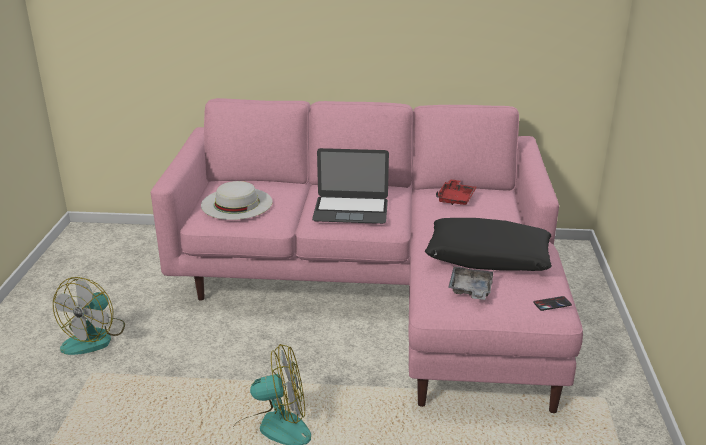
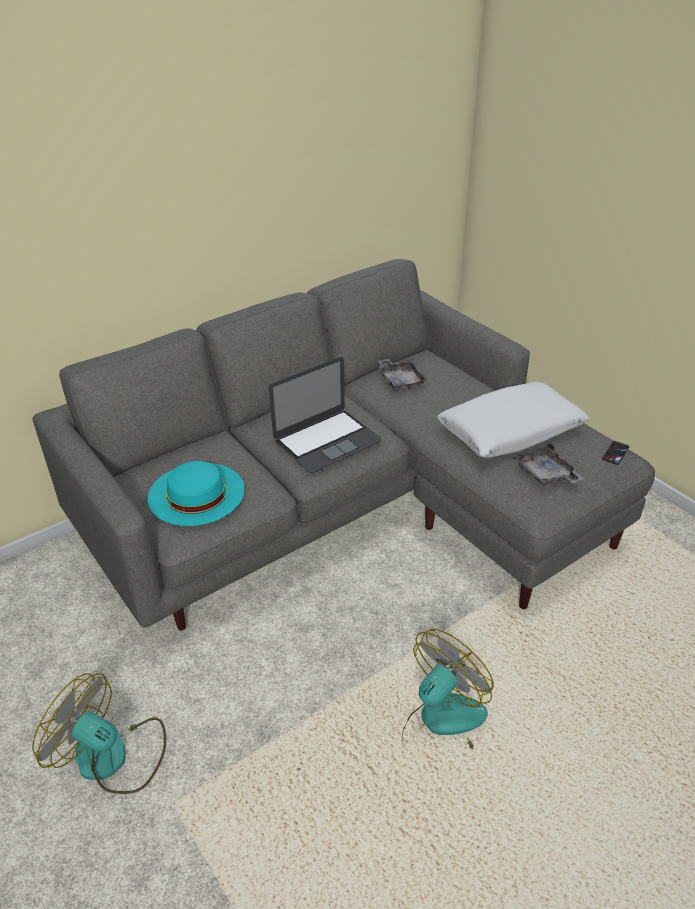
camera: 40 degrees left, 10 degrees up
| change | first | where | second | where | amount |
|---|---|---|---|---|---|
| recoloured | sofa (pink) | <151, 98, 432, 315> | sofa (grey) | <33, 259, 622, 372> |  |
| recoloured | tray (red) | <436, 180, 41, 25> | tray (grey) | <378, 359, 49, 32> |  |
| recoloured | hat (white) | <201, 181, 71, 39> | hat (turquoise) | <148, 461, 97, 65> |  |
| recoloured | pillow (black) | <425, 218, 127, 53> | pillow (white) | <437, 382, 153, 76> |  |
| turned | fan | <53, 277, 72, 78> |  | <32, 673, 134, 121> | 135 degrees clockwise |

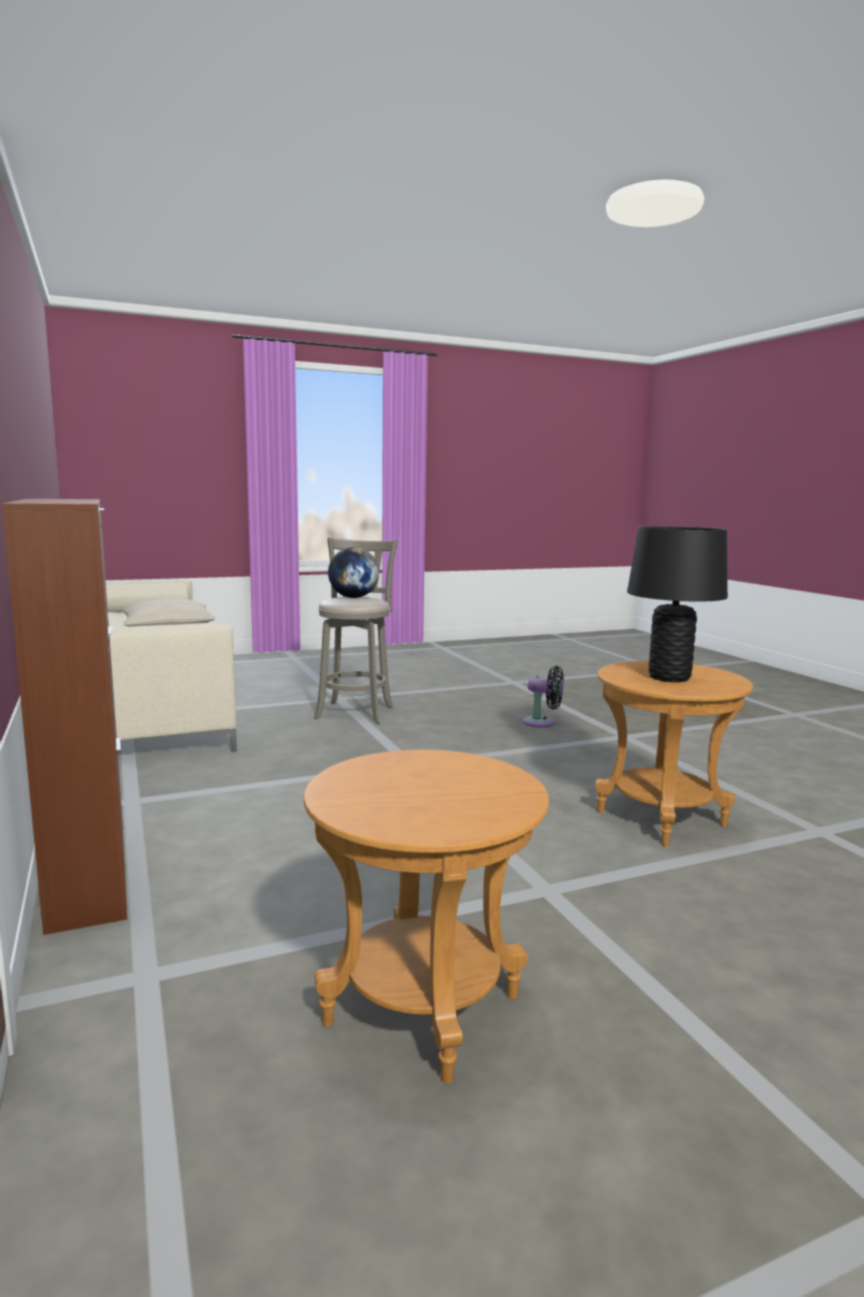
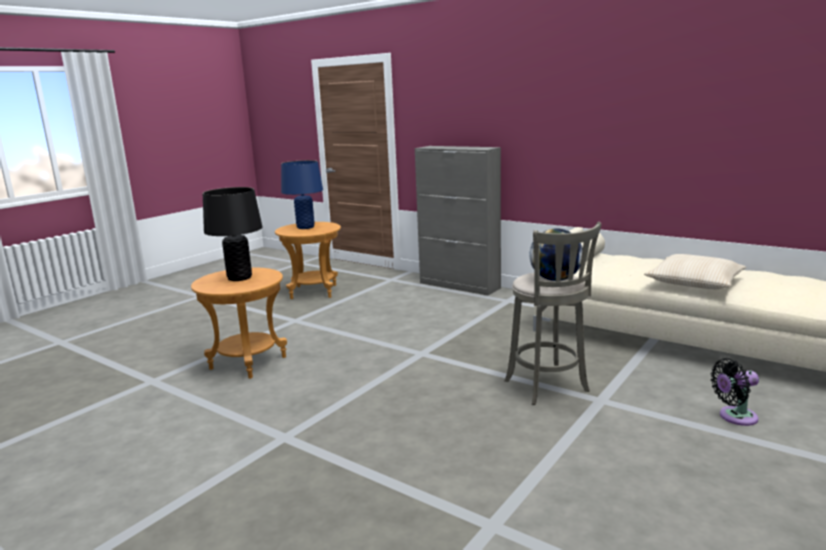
camera: 150 degrees right, 5 degrees up
| change | first | where | second | where | amount |
|---|---|---|---|---|---|
| recoloured | cabinet (brown) | <2, 499, 125, 436> | cabinet (grey) | <415, 146, 86, 149> |  |
| moved | fan (black) | <523, 666, 41, 62> |  | <711, 358, 48, 68> |  |
| added |  |  | table lamp (blue) | <281, 160, 42, 69> |  |

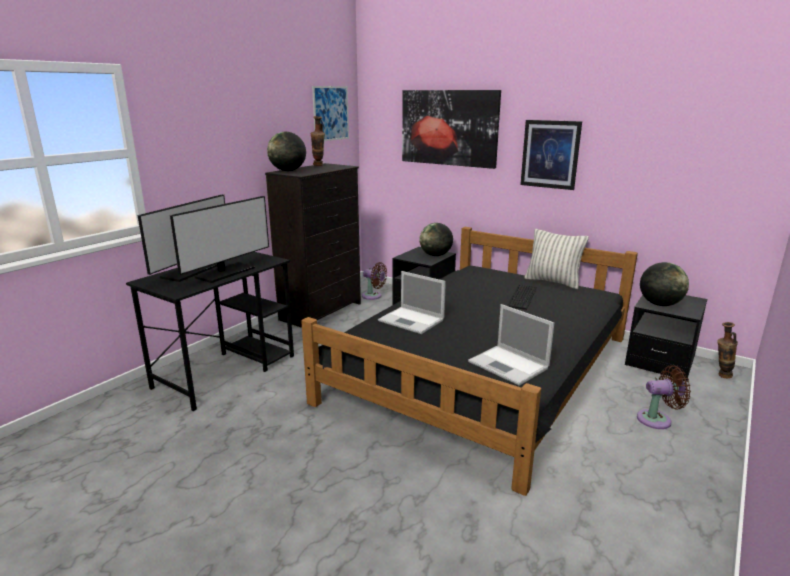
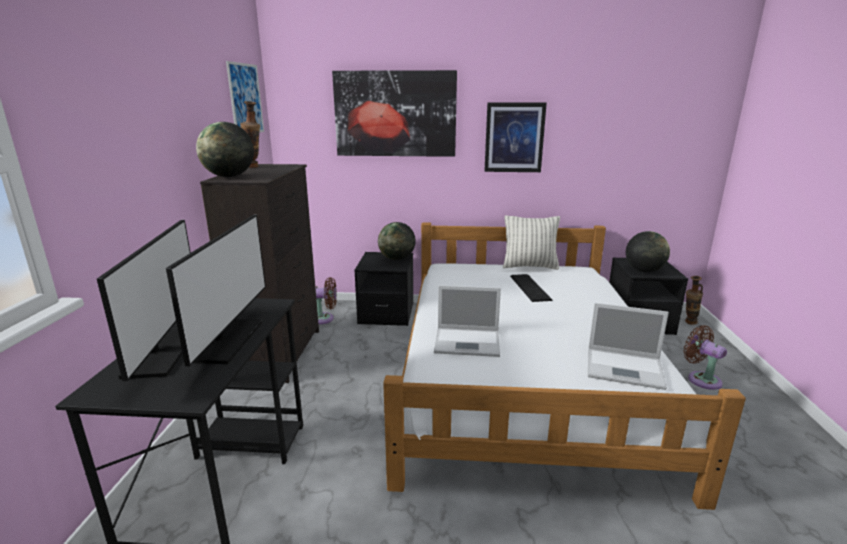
camera: 30 degrees left, 0 degrees up
| change | first | where | second | where | amount |
|---|---|---|---|---|---|
| recoloured | bed (black) | <301, 227, 337, 269> | bed (white) | <383, 222, 363, 288> |  |
| turned | fan (brown) | <637, 365, 54, 64> |  | <684, 325, 43, 65> | 90 degrees counterclockwise |

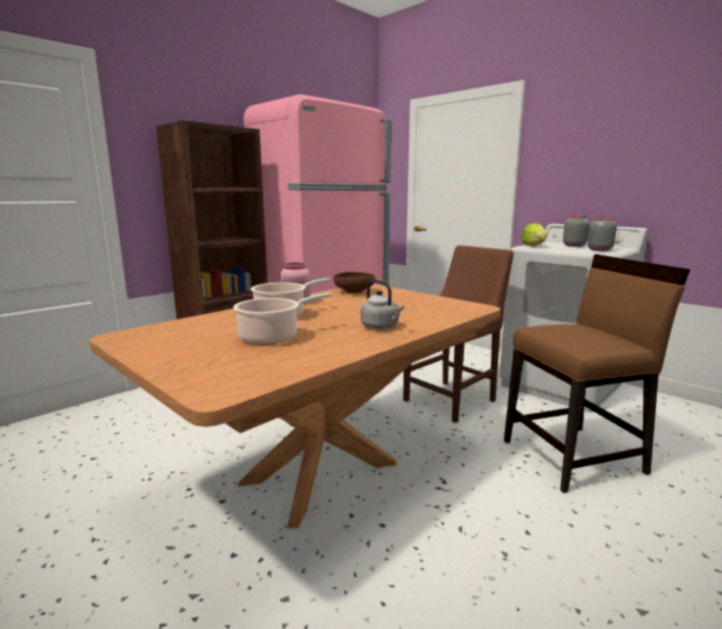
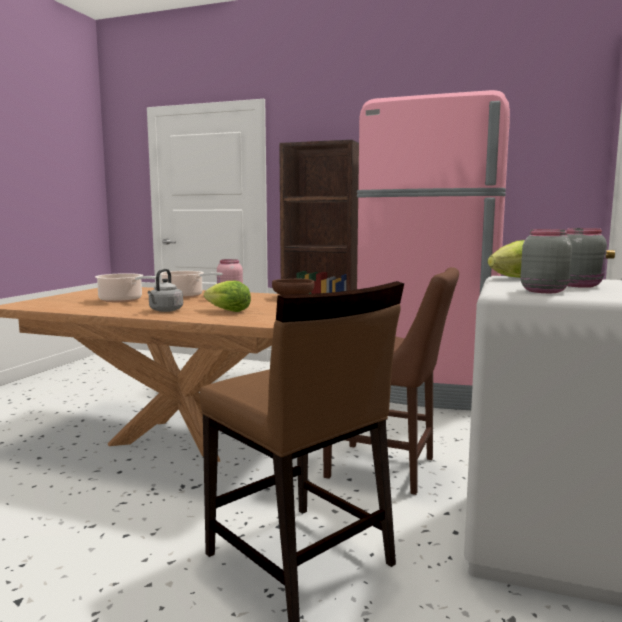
camera: 65 degrees right, 5 degrees down
| change | first | where | second | where | amount |
|---|---|---|---|---|---|
| added |  |  | lettuce | <204, 281, 47, 31> |  |

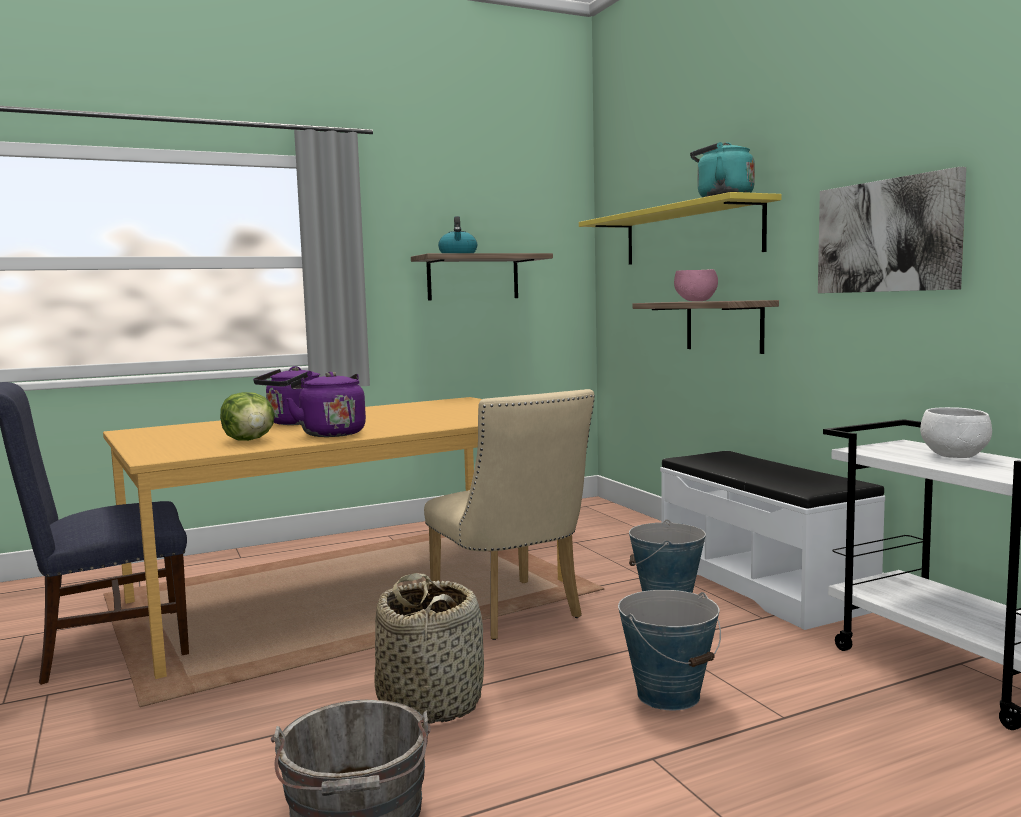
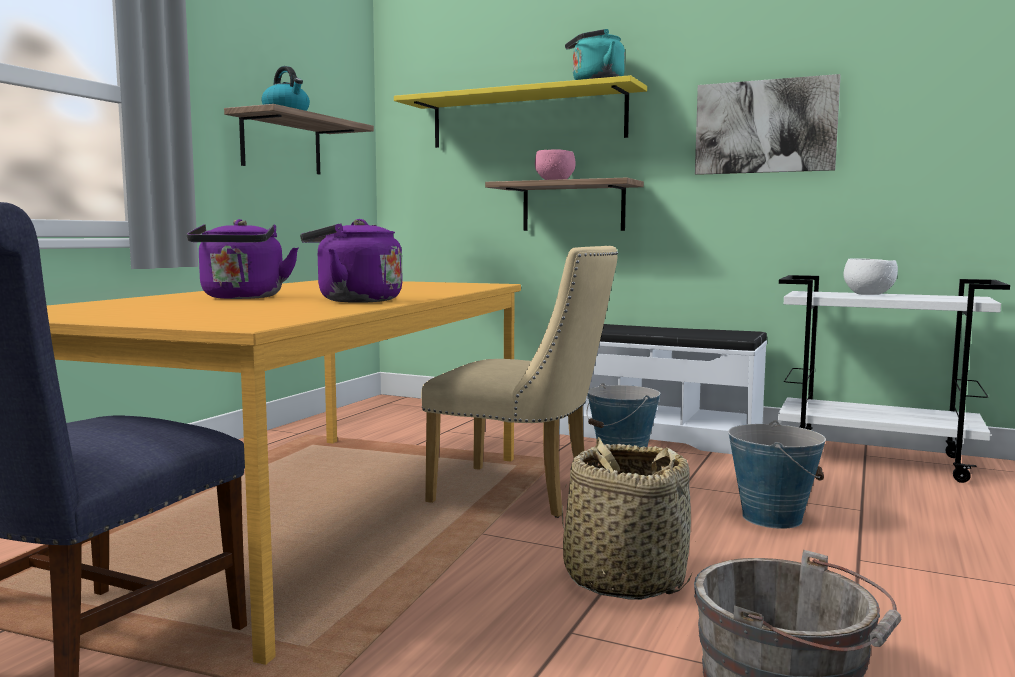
camera: 40 degrees left, 0 degrees up
| change | first | where | second | where | amount |
|---|---|---|---|---|---|
| removed | lettuce | <220, 392, 55, 49> |  |  |  |

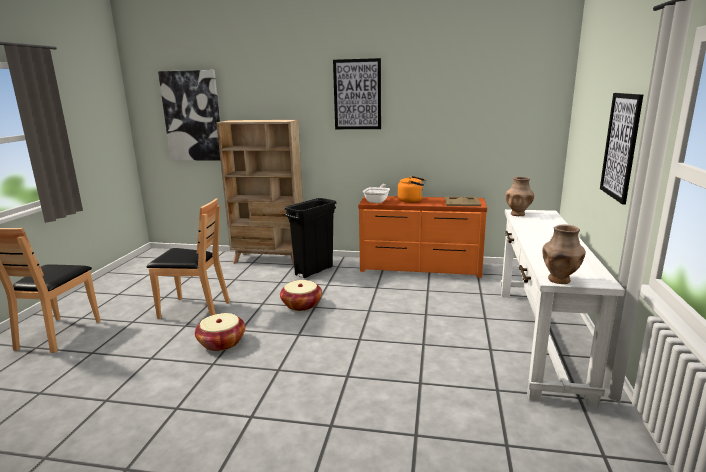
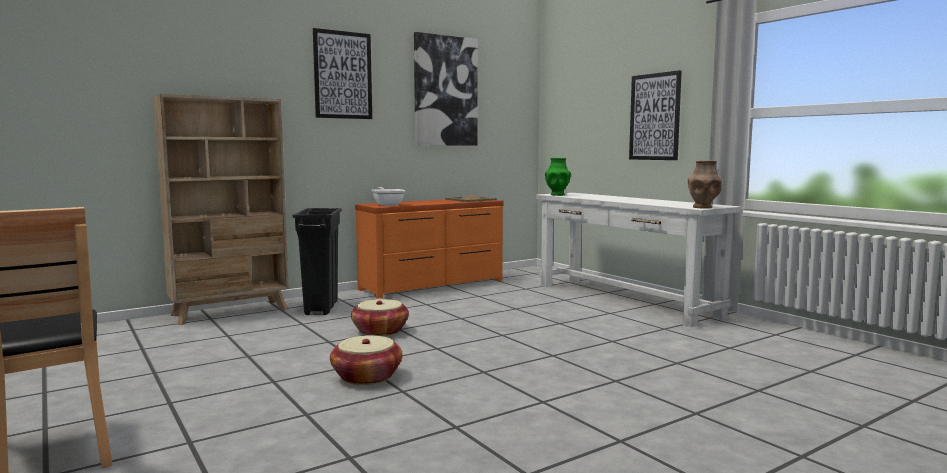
camera: 45 degrees left, 10 degrees down
| change | first | where | second | where | amount |
|---|---|---|---|---|---|
| moved | picture | <158, 70, 62, 91> |  | <414, 32, 64, 114> |  |
| removed | kettle (orange) | <398, 176, 28, 27> |  |  |  |
| recoloured | vase (brown) | <506, 177, 28, 39> | vase (green) | <545, 158, 26, 38> |  |
| removed | chair (brown) | <147, 198, 83, 121> |  |  |  |

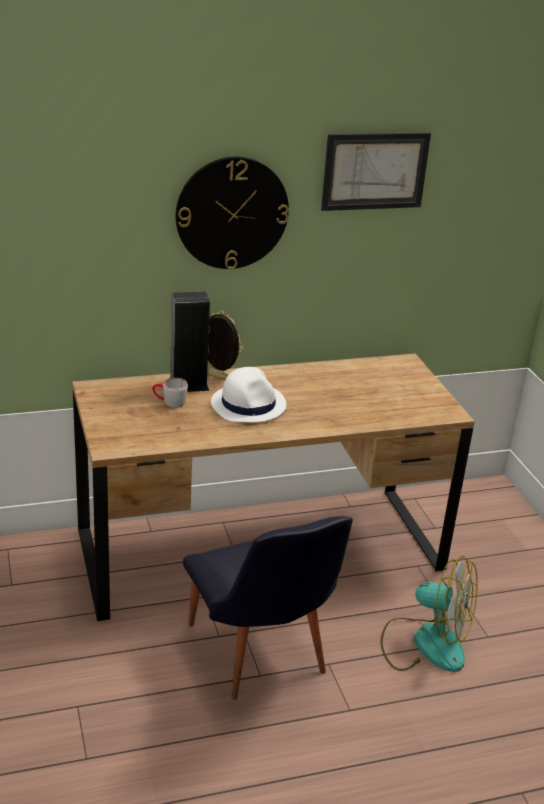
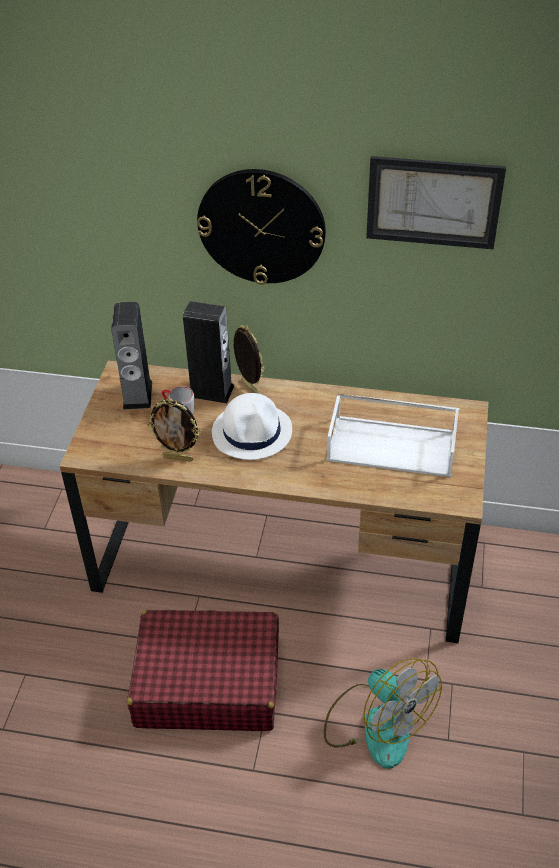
camera: 30 degrees right, 15 degrees up
| change | first | where | second | where | amount |
|---|---|---|---|---|---|
| replaced | chair (black) | <183, 516, 170, 184> | suitcase (red) | <127, 610, 152, 121> |  |
| added |  |  | speaker | <111, 302, 41, 108> |  |
| added |  |  | tray (white) | <327, 393, 133, 84> |  |
| added |  |  | picture frame | <147, 399, 54, 62> |  |

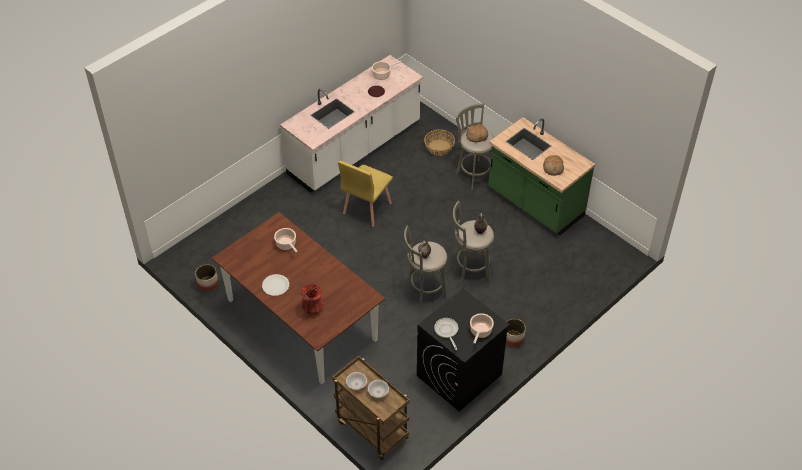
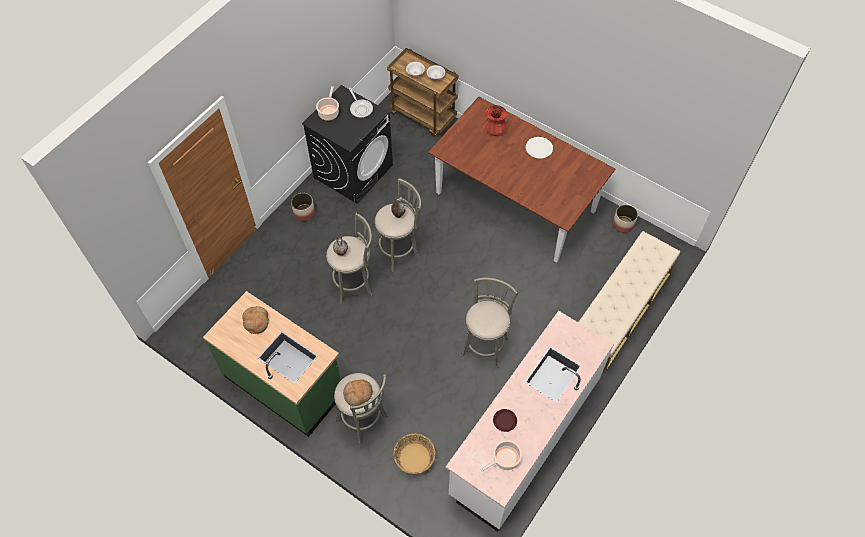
camera: 170 degrees right, 10 degrees up
| change | first | where | second | where | amount |
|---|---|---|---|---|---|
| replaced | chair (yellow) | <338, 161, 55, 66> | stool (grey) | <461, 278, 57, 90> |  |
| removed | cooking pot | <274, 228, 24, 24> |  |  |  |
| added |  |  | bench (beige) | <579, 231, 101, 142> |  |

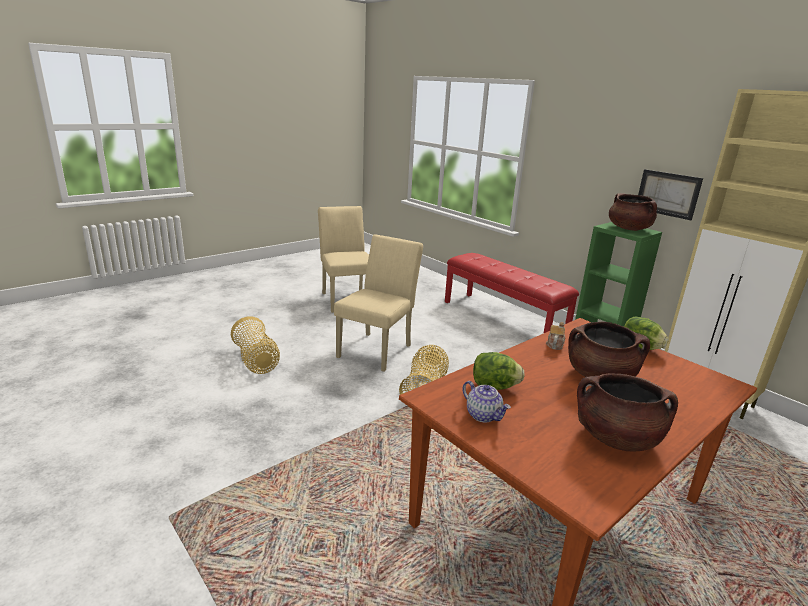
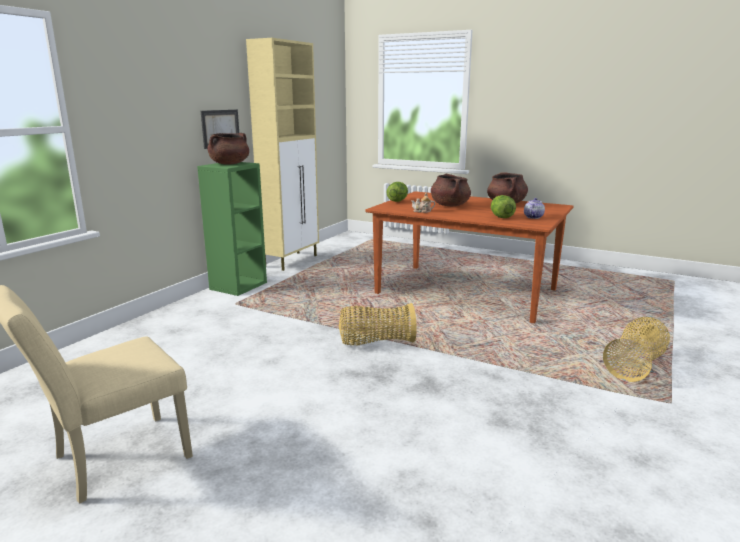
camera: 110 degrees left, 5 degrees down
| change | first | where | second | where | amount |
|---|---|---|---|---|---|
| removed | chair (beige) | <334, 234, 89, 138> |  |  |  |
| removed | bench (red) | <445, 253, 134, 80> |  |  |  |
| moved | basket | <231, 316, 49, 58> |  | <603, 317, 67, 65> |  |

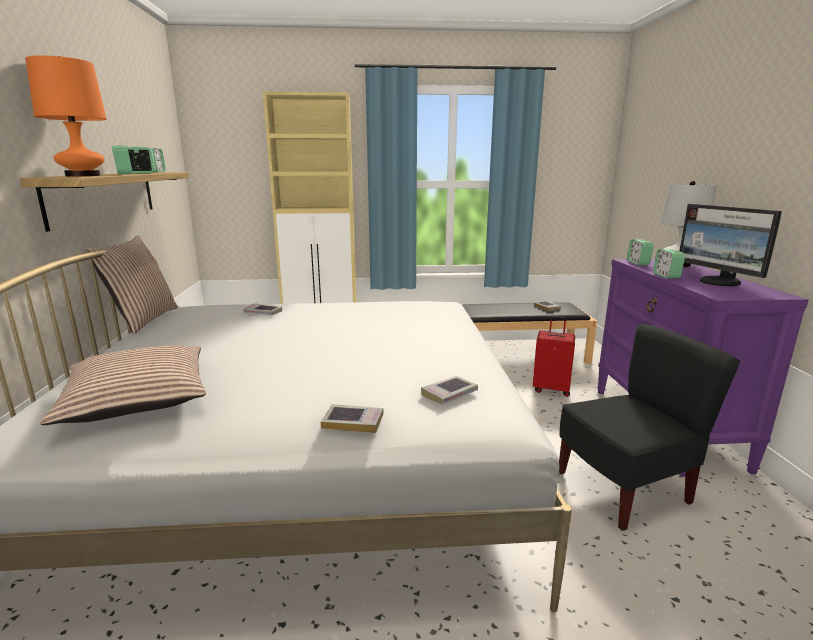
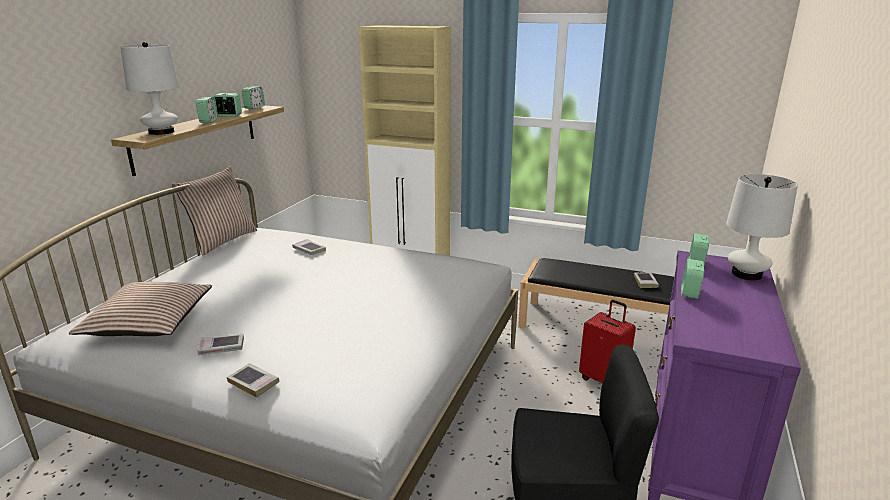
camera: 25 degrees right, 5 degrees up
| change | first | where | second | where | amount |
|---|---|---|---|---|---|
| recoloured | table lamp (orange) | <25, 55, 82, 121> | table lamp (white) | <121, 42, 58, 93> |  |
| removed | monitor | <679, 204, 103, 82> |  |  |  |
| moved | book | <421, 376, 57, 28> |  | <197, 334, 47, 21> |  |

